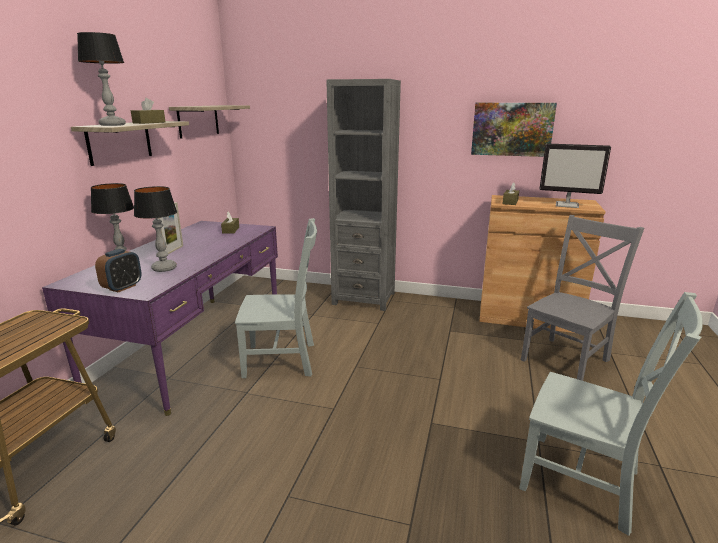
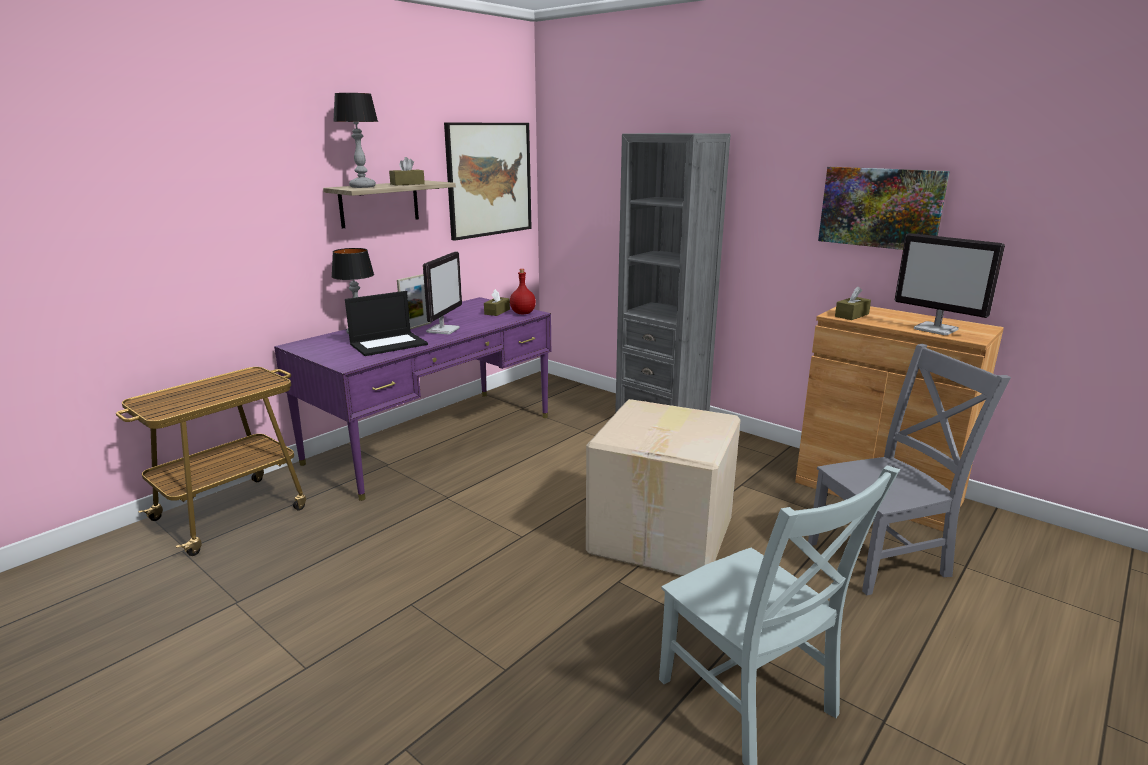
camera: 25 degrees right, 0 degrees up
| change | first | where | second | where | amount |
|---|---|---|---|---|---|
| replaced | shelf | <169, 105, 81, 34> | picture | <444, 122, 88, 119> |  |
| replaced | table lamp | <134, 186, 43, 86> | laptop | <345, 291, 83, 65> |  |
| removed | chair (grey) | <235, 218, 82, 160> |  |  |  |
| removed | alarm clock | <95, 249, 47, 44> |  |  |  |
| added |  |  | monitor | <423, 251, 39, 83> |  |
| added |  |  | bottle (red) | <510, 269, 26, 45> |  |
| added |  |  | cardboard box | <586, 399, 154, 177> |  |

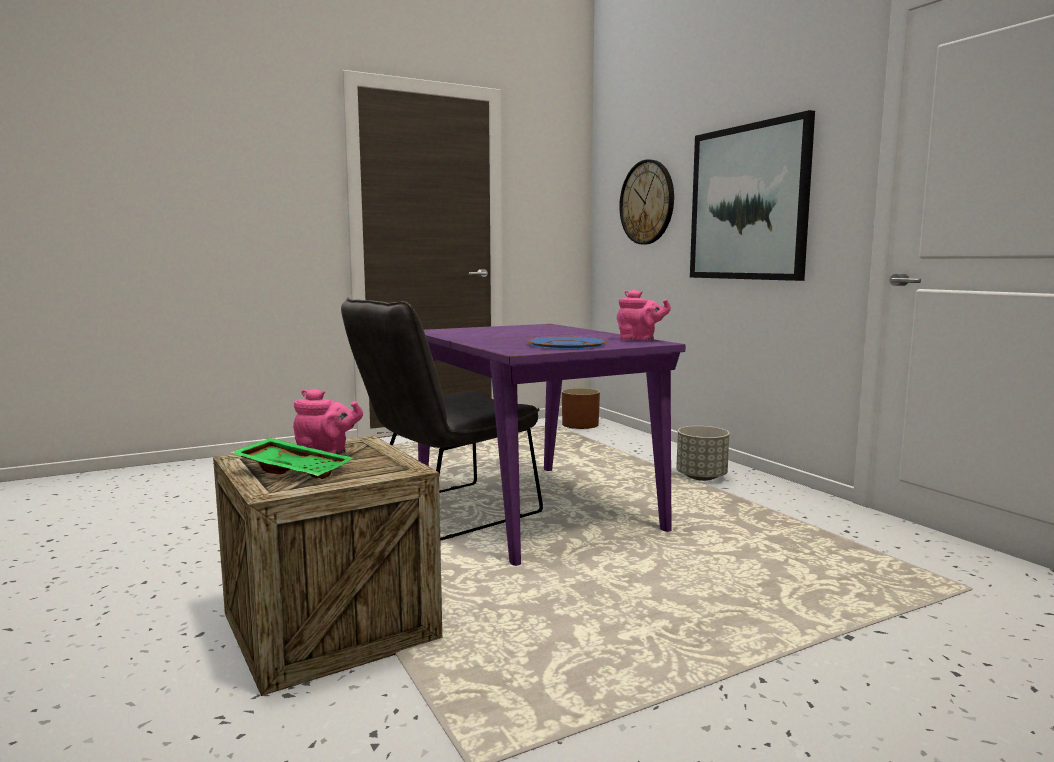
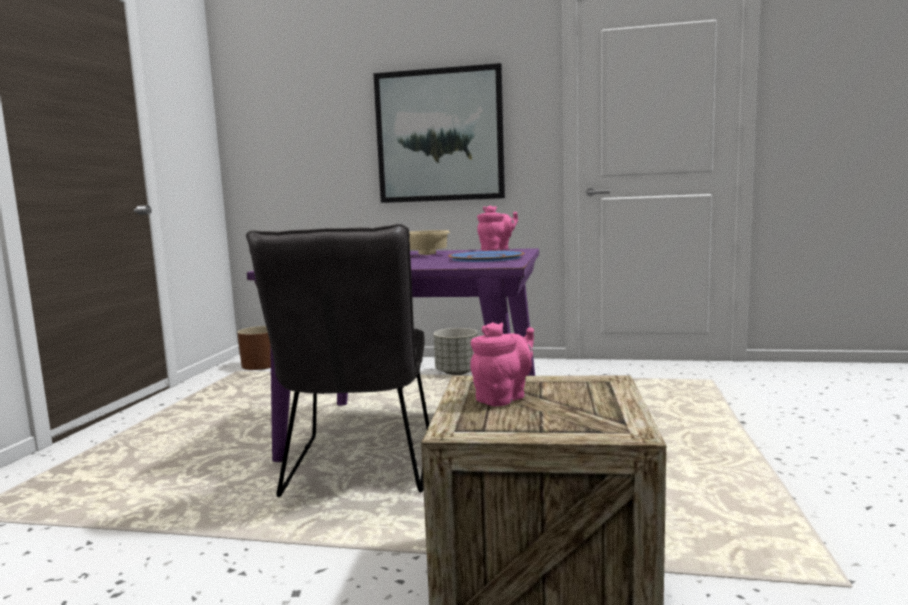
camera: 50 degrees left, 0 degrees up
| change | first | where | second | where | amount |
|---|---|---|---|---|---|
| removed | wall clock | <619, 159, 55, 85> |  |  |  |
| removed | tray (green) | <230, 438, 123, 41> |  |  |  |
| added |  |  | bowl (beige) | <409, 230, 41, 25> |  |

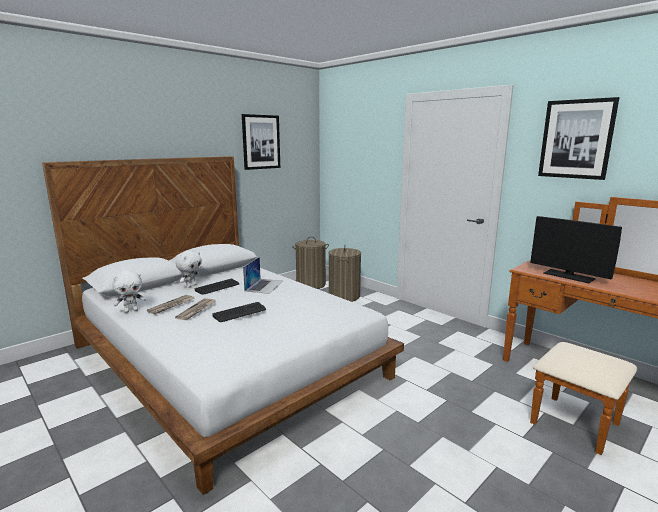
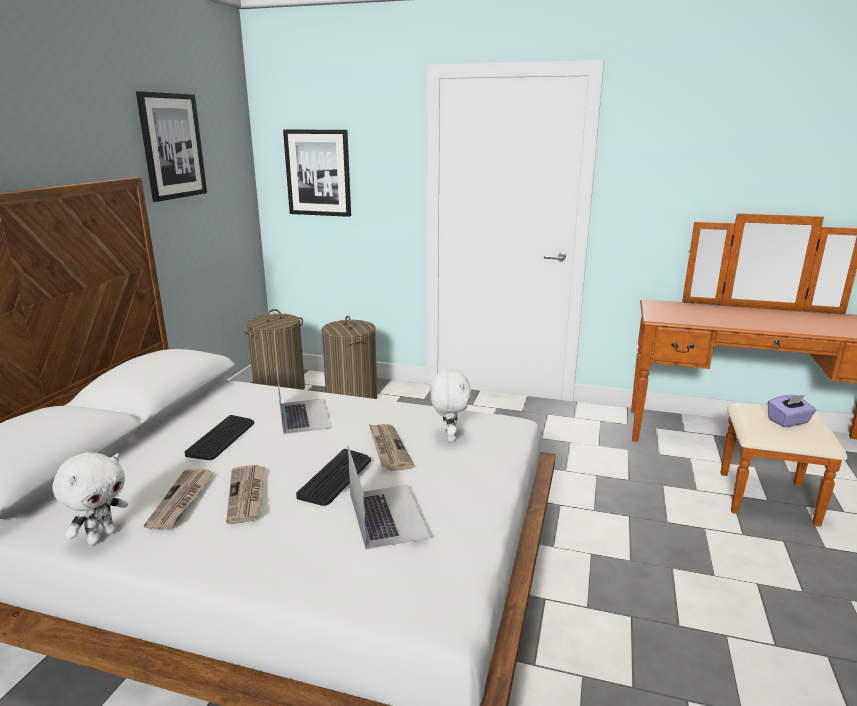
camera: 30 degrees left, 5 degrees up
| change | first | where | second | where | amount |
|---|---|---|---|---|---|
| moved | picture | <538, 97, 81, 83> |  | <283, 129, 68, 88> |  |
| removed | monitor | <530, 216, 92, 67> |  |  |  |
| moved | plush toy (white) | <175, 251, 27, 37> |  | <430, 369, 42, 72> |  |
| added |  |  | tissue box (purple) | <768, 395, 48, 32> |  |
| added |  |  | newspaper | <369, 424, 45, 47> |  |
| added |  |  | laptop | <348, 446, 83, 104> |  |

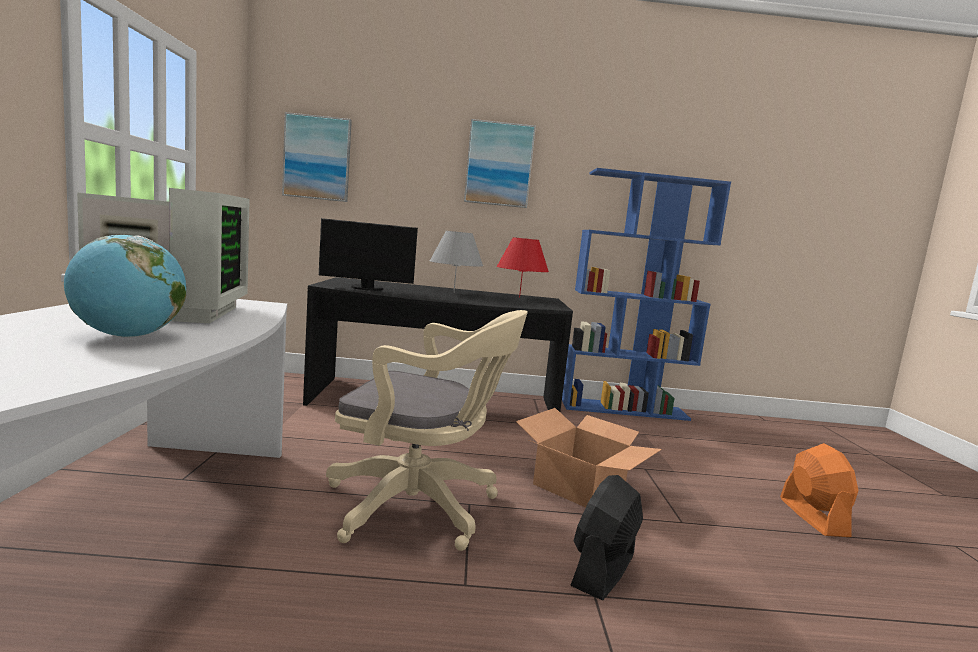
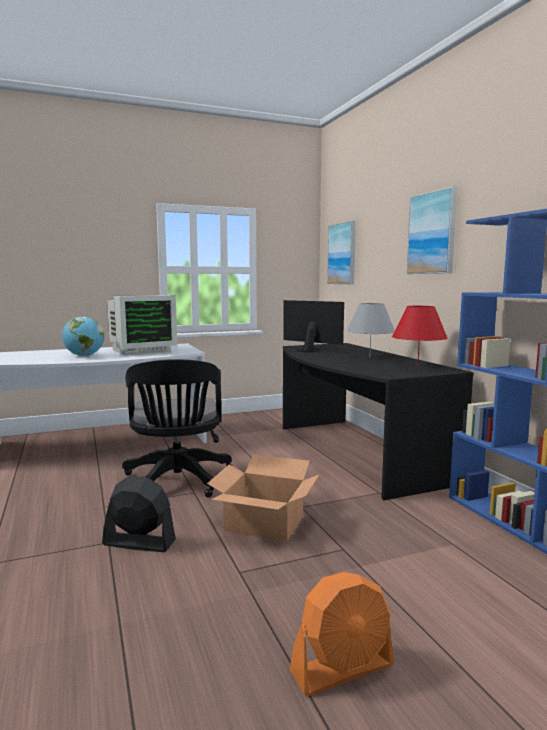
camera: 70 degrees right, 0 degrees up
| change | first | where | second | where | amount |
|---|---|---|---|---|---|
| turned | monitor | <319, 218, 99, 73> |  | <283, 300, 61, 52> | 150 degrees clockwise |
| recoloured | office chair (beige) | <326, 310, 202, 241> | office chair (black) | <122, 359, 111, 139> |  |

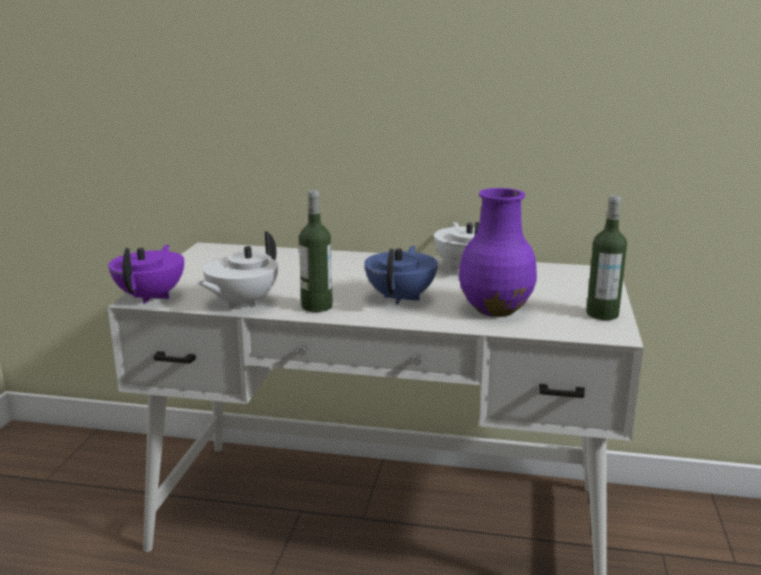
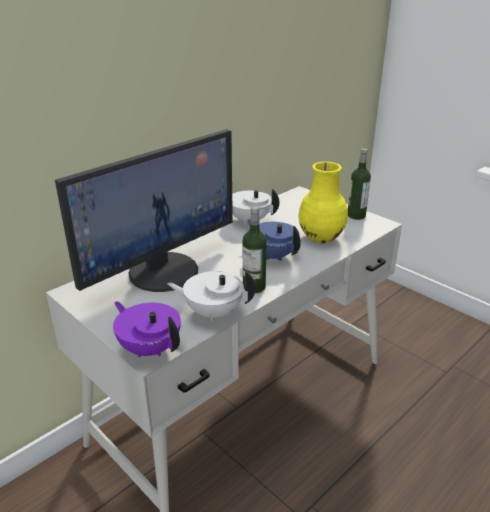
camera: 55 degrees left, 10 degrees up
| change | first | where | second | where | amount |
|---|---|---|---|---|---|
| recoloured | vase (purple) | <459, 188, 78, 129> | vase (yellow) | <298, 162, 50, 81> |  |
| turned | teapot (white) | <197, 231, 81, 78> |  | <167, 271, 89, 51> | 120 degrees clockwise |
| added |  |  | monitor | <55, 129, 178, 163> |  |

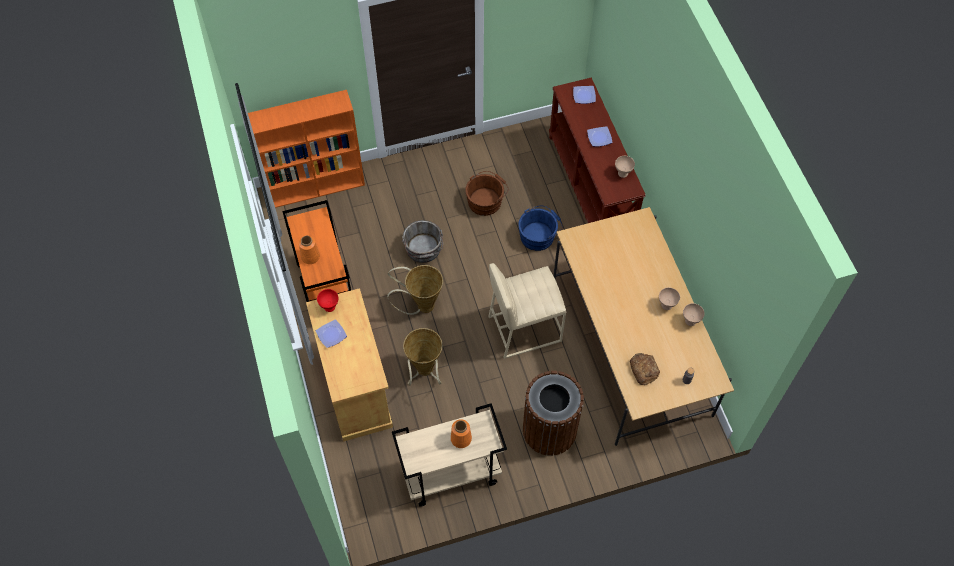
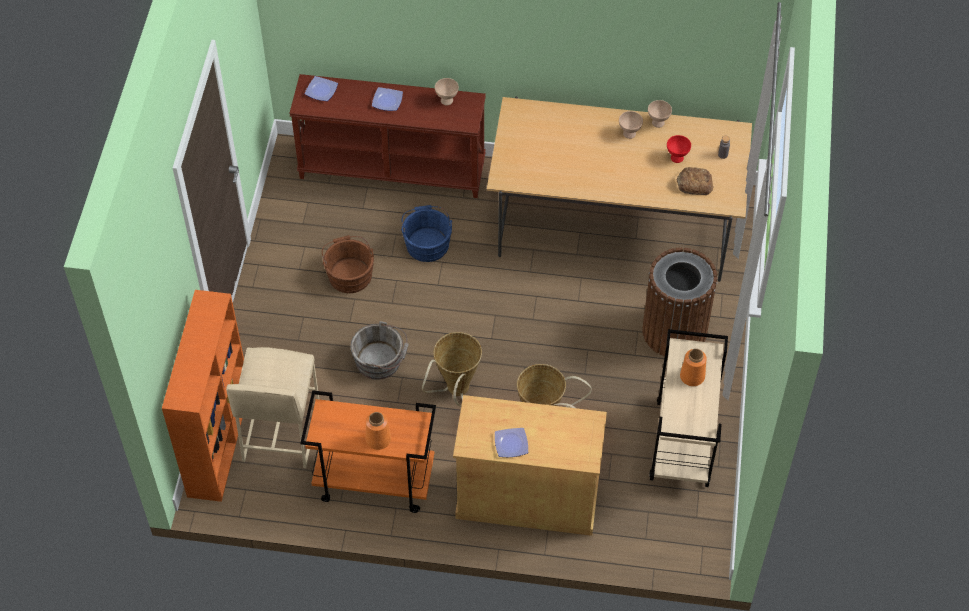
camera: 65 degrees left, 5 degrees down
| change | first | where | second | where | amount |
|---|---|---|---|---|---|
| moved | stool (beige) | <488, 263, 78, 96> |  | <226, 347, 94, 121> |  |
| moved | bowl (red) | <317, 289, 21, 23> |  | <667, 135, 24, 28> |  |

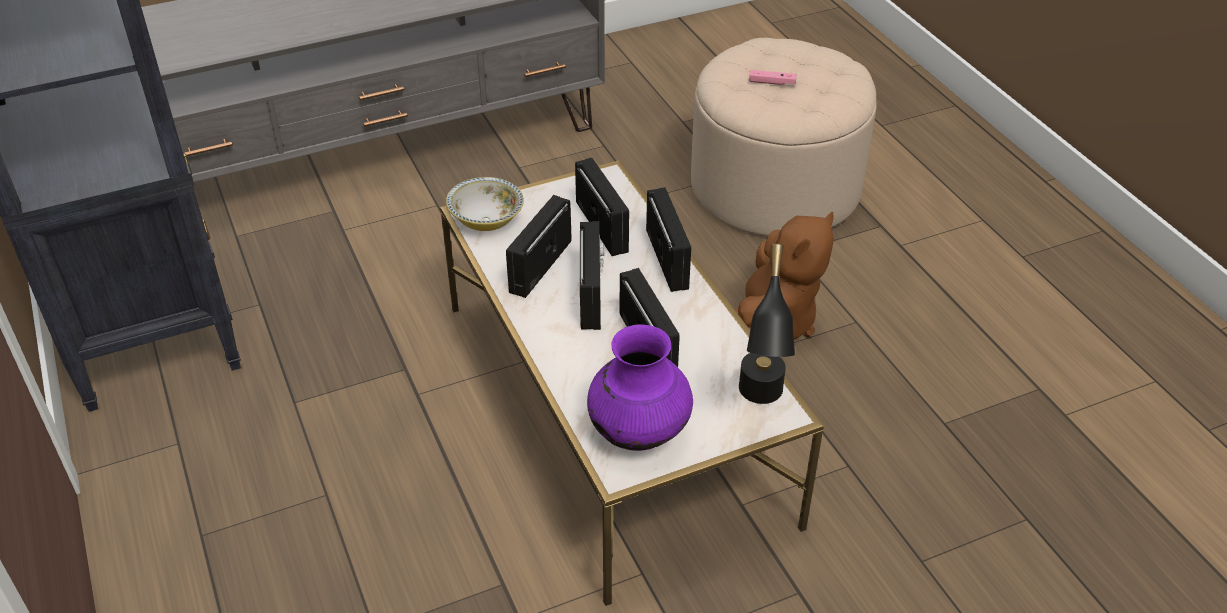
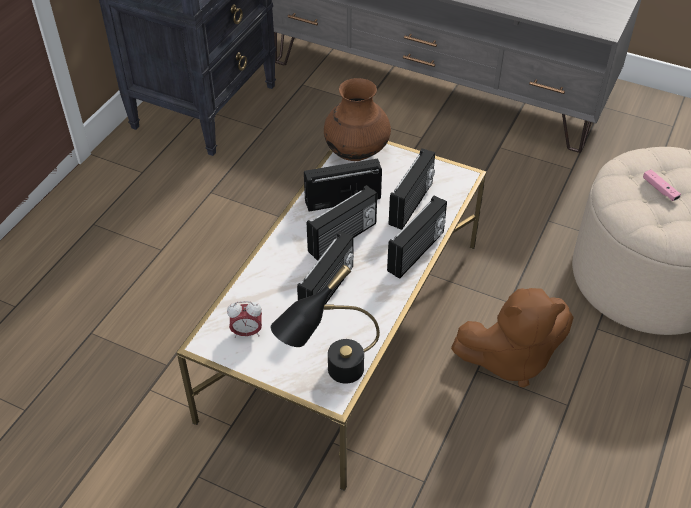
camera: 50 degrees right, 5 degrees up
| change | first | where | second | where | amount |
|---|---|---|---|---|---|
| replaced | bowl | <446, 177, 78, 54> | vase (brown) | <324, 78, 67, 83> |  |
| replaced | vase (purple) | <587, 324, 106, 127> | alarm clock | <227, 301, 35, 37> |  |

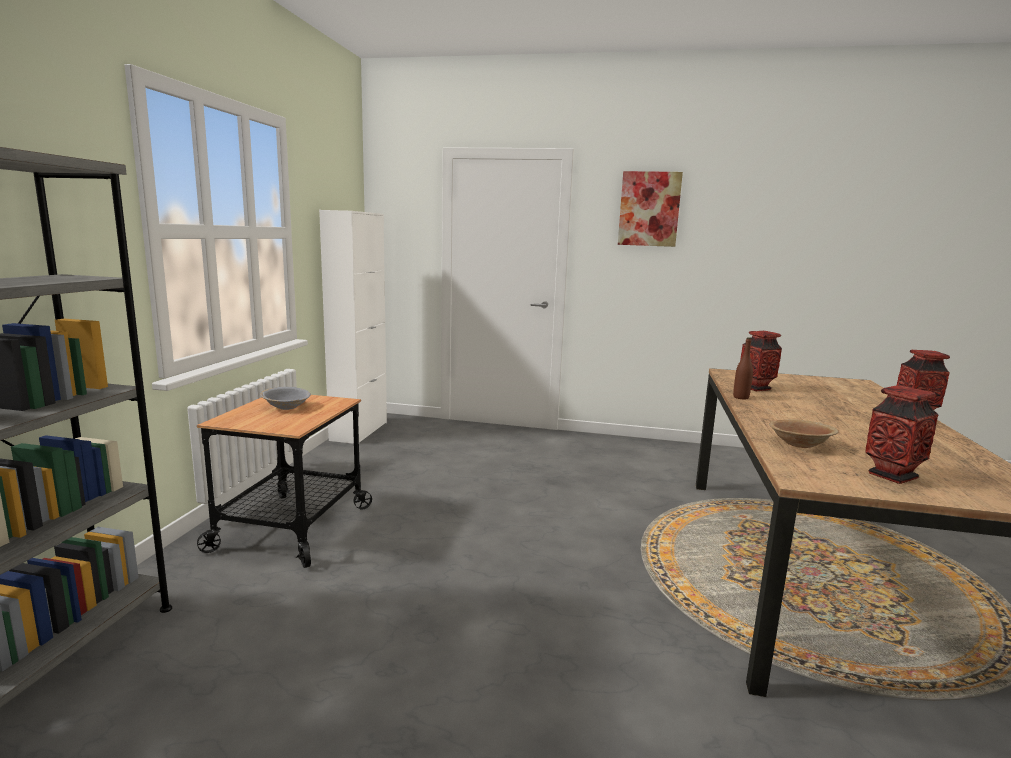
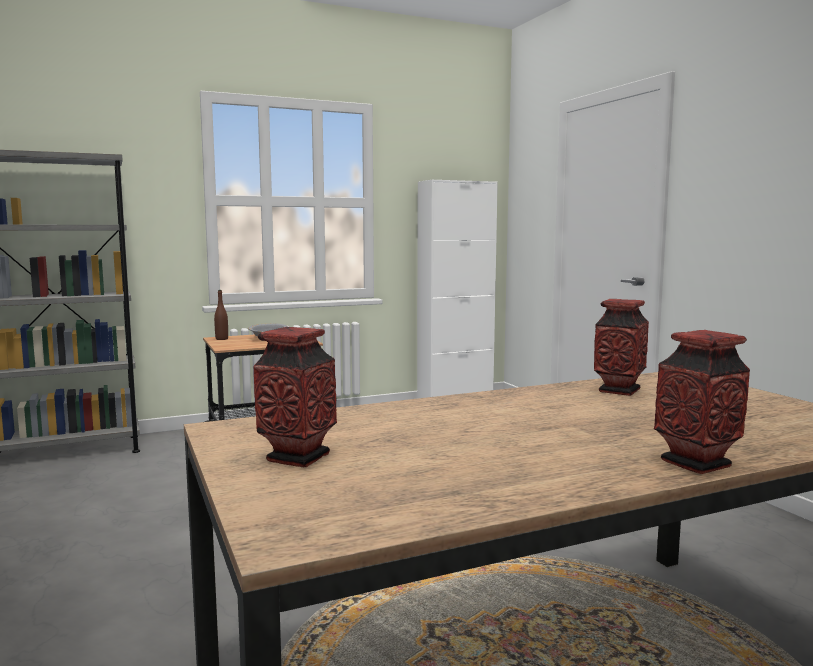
camera: 55 degrees right, 5 degrees down
| change | first | where | second | where | amount |
|---|---|---|---|---|---|
| removed | picture | <618, 171, 65, 76> |  |  |  |
| moved | bottle (brown) | <733, 337, 20, 62> |  | <214, 290, 14, 50> |  |
| removed | bowl (brown) | <769, 419, 70, 29> |  |  |  |

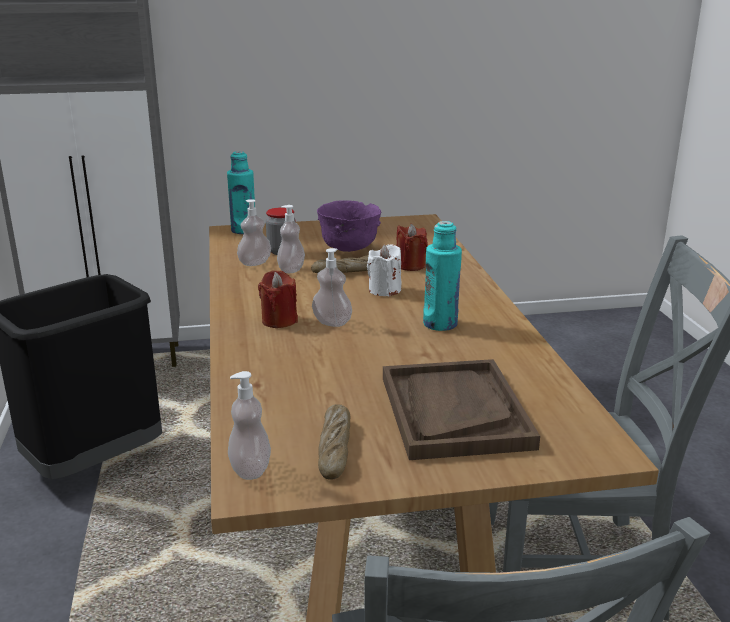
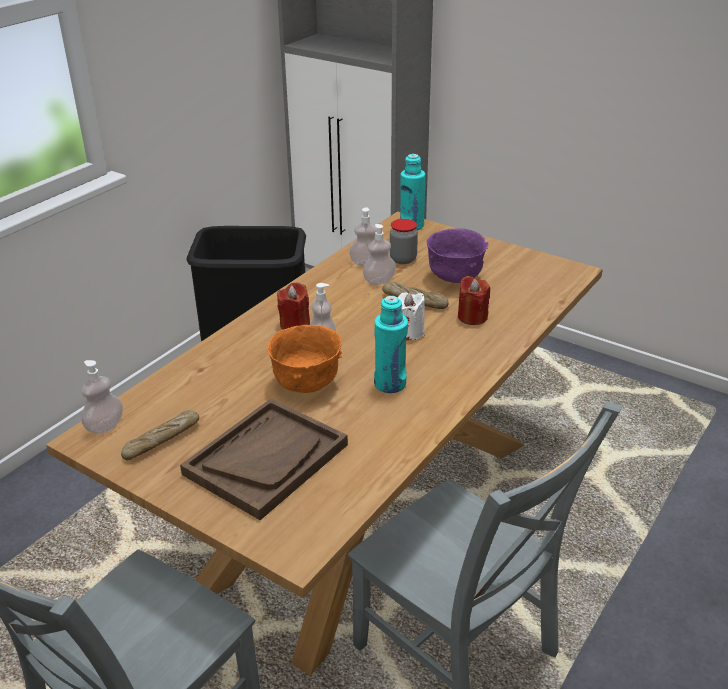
camera: 45 degrees right, 10 degrees up
| change | first | where | second | where | amount |
|---|---|---|---|---|---|
| added |  |  | bowl (orange) | <268, 325, 74, 68> |  |

